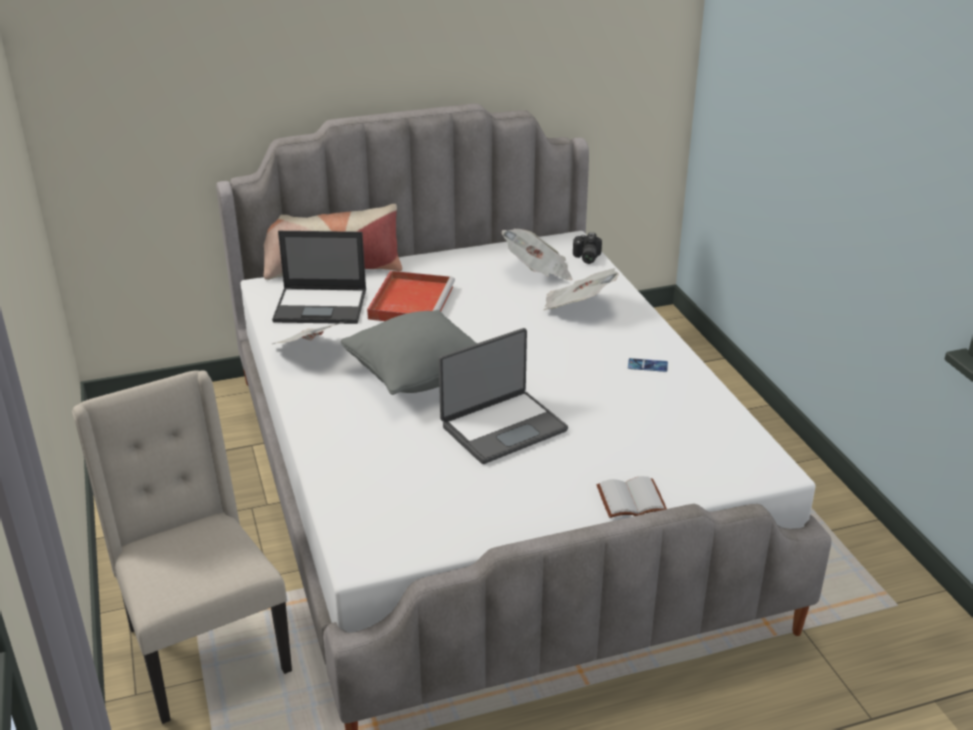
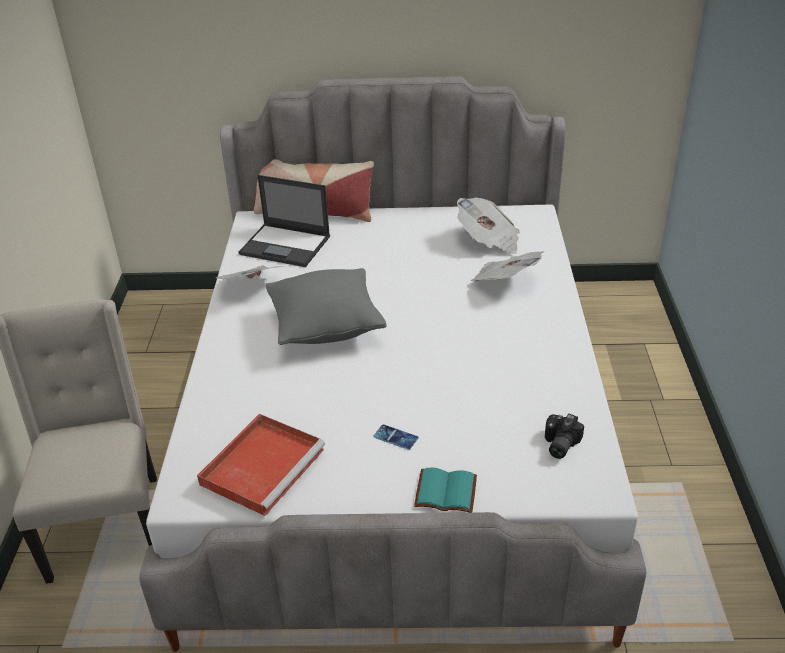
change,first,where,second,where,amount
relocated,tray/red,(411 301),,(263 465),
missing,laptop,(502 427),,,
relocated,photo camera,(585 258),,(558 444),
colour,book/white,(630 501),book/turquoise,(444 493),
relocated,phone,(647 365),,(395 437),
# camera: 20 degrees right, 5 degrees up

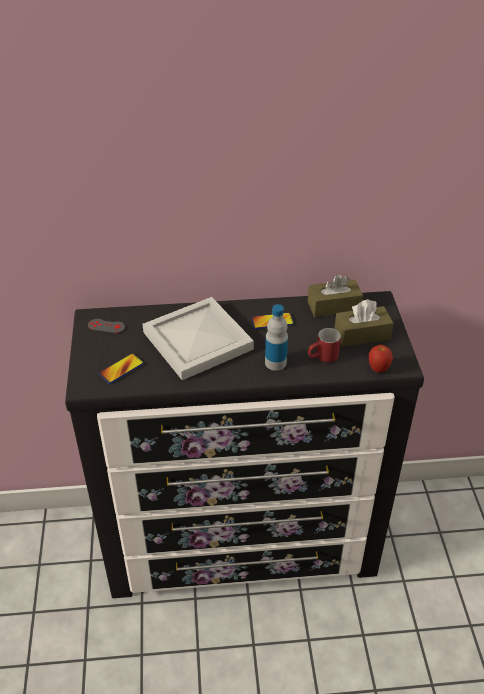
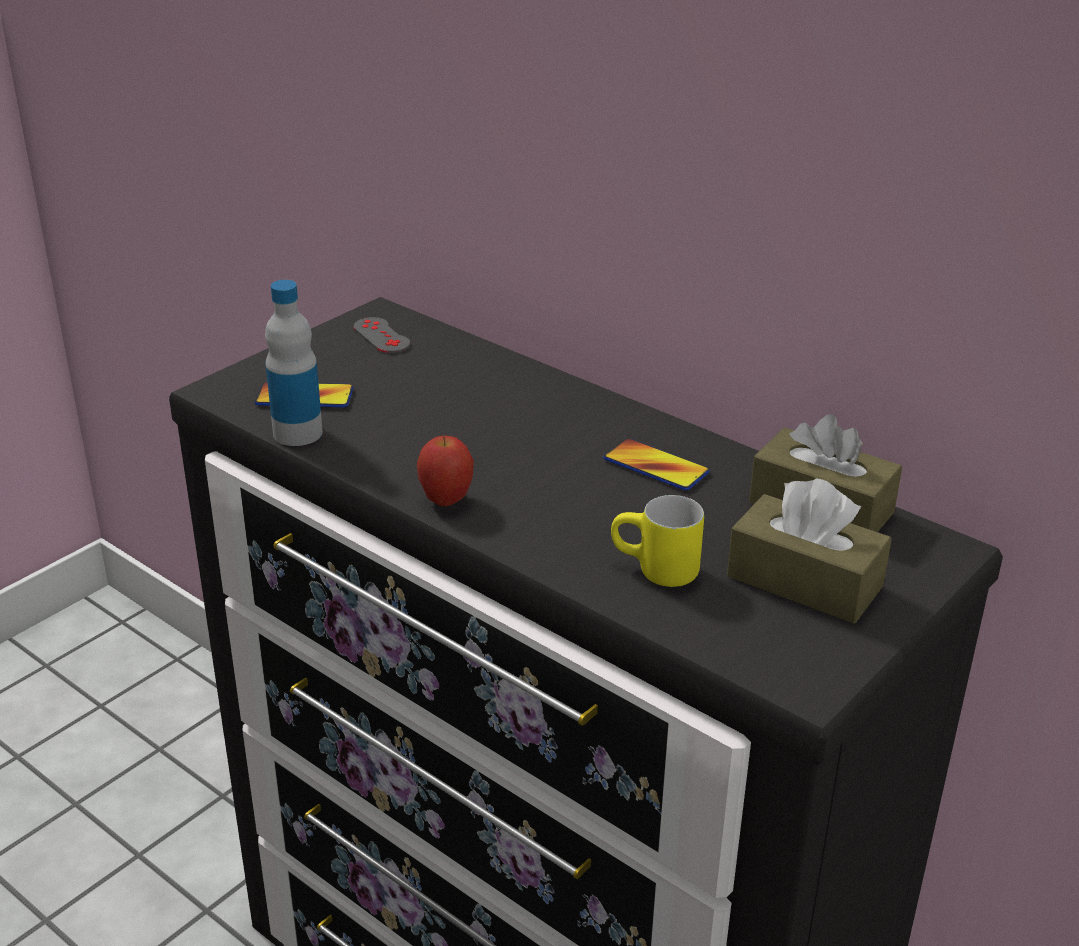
change,first,where,second,where,amount
missing,tray/white,(199 341),,,
relocated,bottle,(275 363),,(297 433),
colour,mug/red,(323 359),mug/yellow,(654 572),
relocated,apple,(378 369),,(446 500),
# camera: 45 degrees right, 10 degrees down

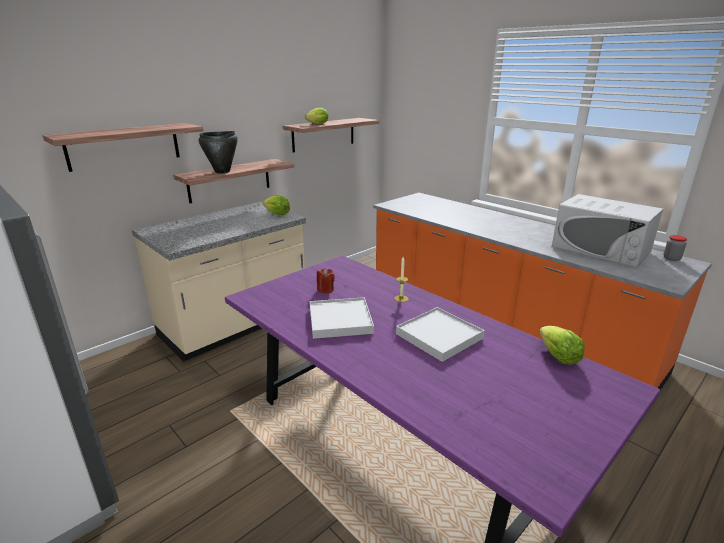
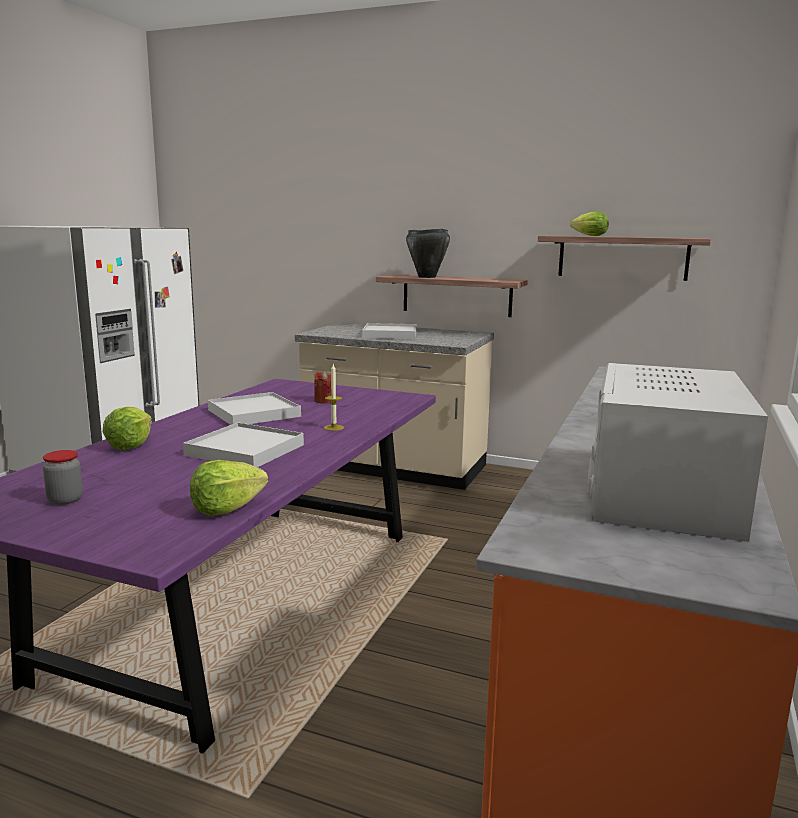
change,first,where,second,where,amount
missing,shelf,(124 146),,,
relocated,lettuce,(277 214),,(130 445),
relocated,jar,(671 258),,(65 500),
appeared,,,tray/white,(390 335),
# camera: 65 degrees right, 10 degrees down

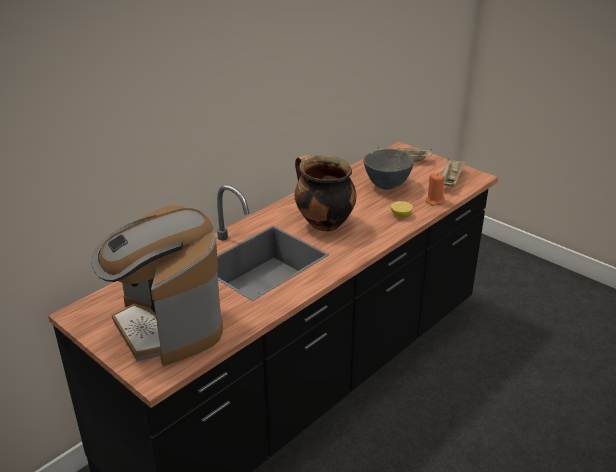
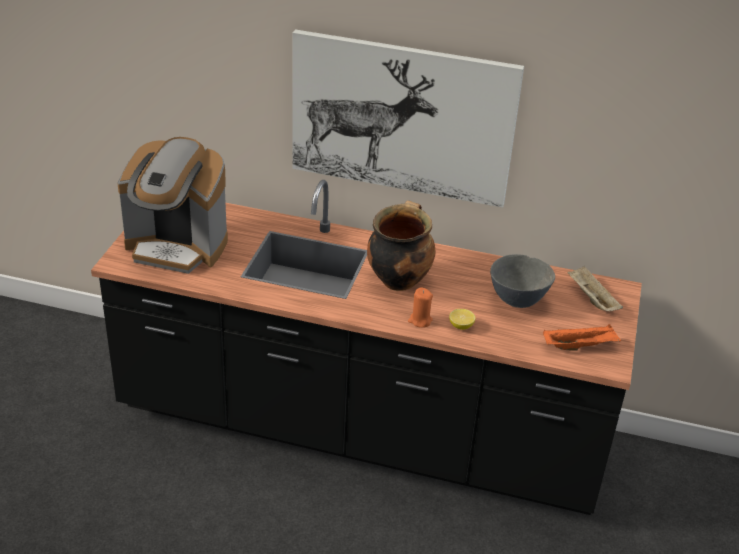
change,first,where,second,where,amount
spun,coffee machine,(167 327),,(177 247),105 degrees counterclockwise
relocated,candle/orange,(434 201),,(420 320),
colour,tray/beige,(451 180),tray/orange,(579 346),
appeared,,,picture,(402 118),
# camera: 60 degrees right, 5 degrees up

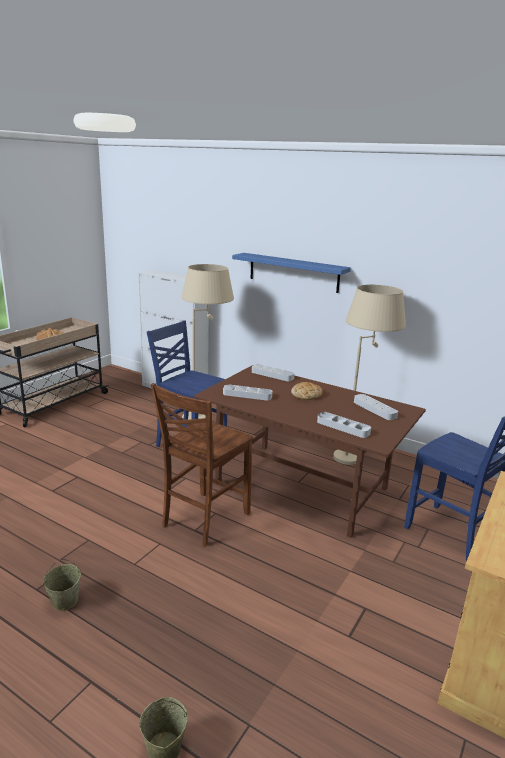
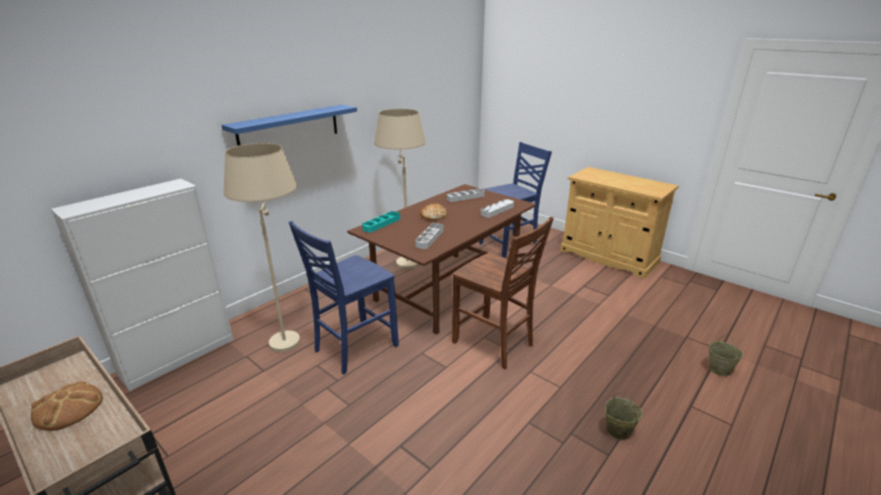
change,first,where,second,where,amount
colour,tray/grey,(272 375),tray/turquoise,(381 224),
# camera: 80 degrees left, 5 degrees up

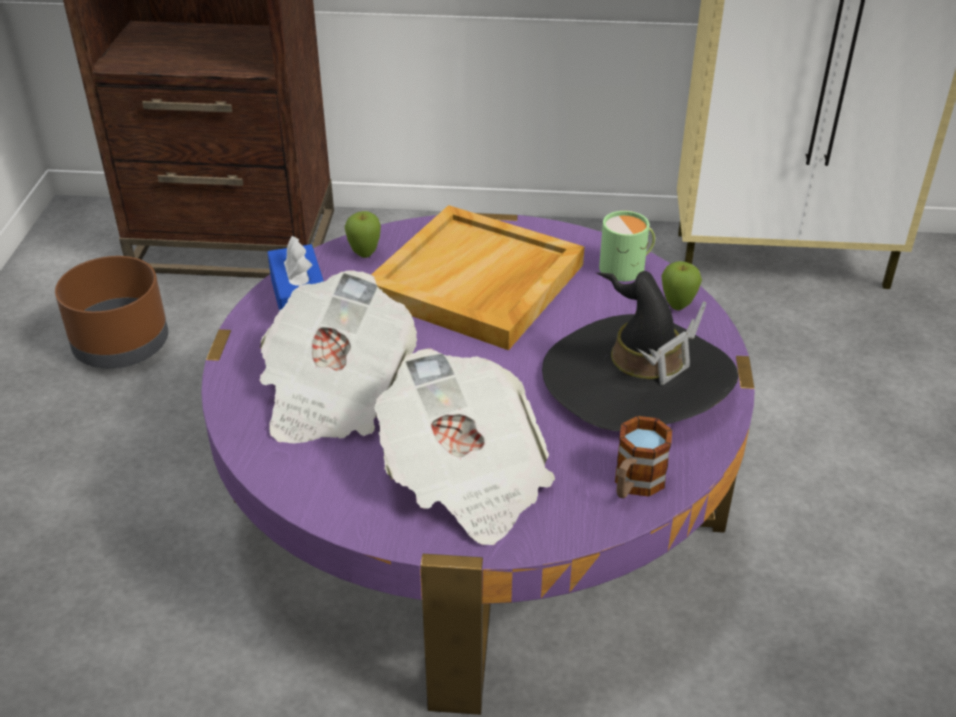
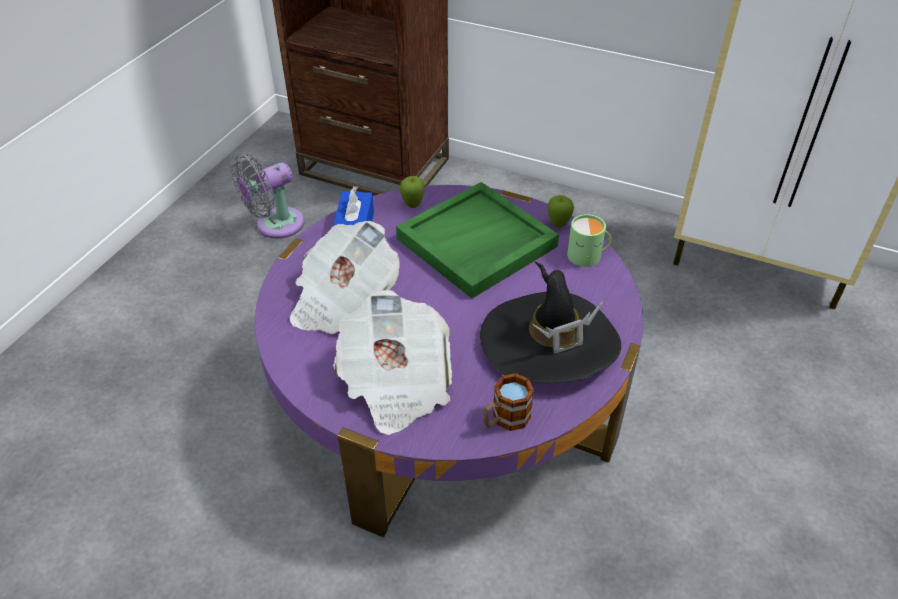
change,first,where,second,where,amount
exchanged,planter/brown,(123 345),fan/grey,(275 225),
colour,tray/beige,(477 283),tray/green,(476 243),
relocated,apple,(677 306),,(558 225),
# camera: 20 degrees right, 5 degrees up

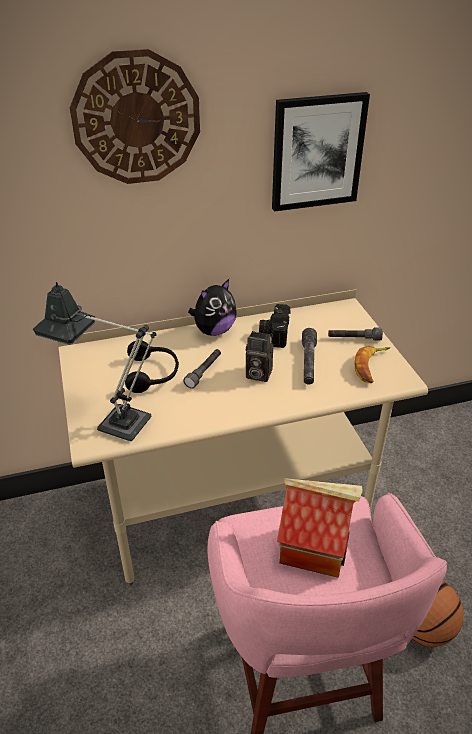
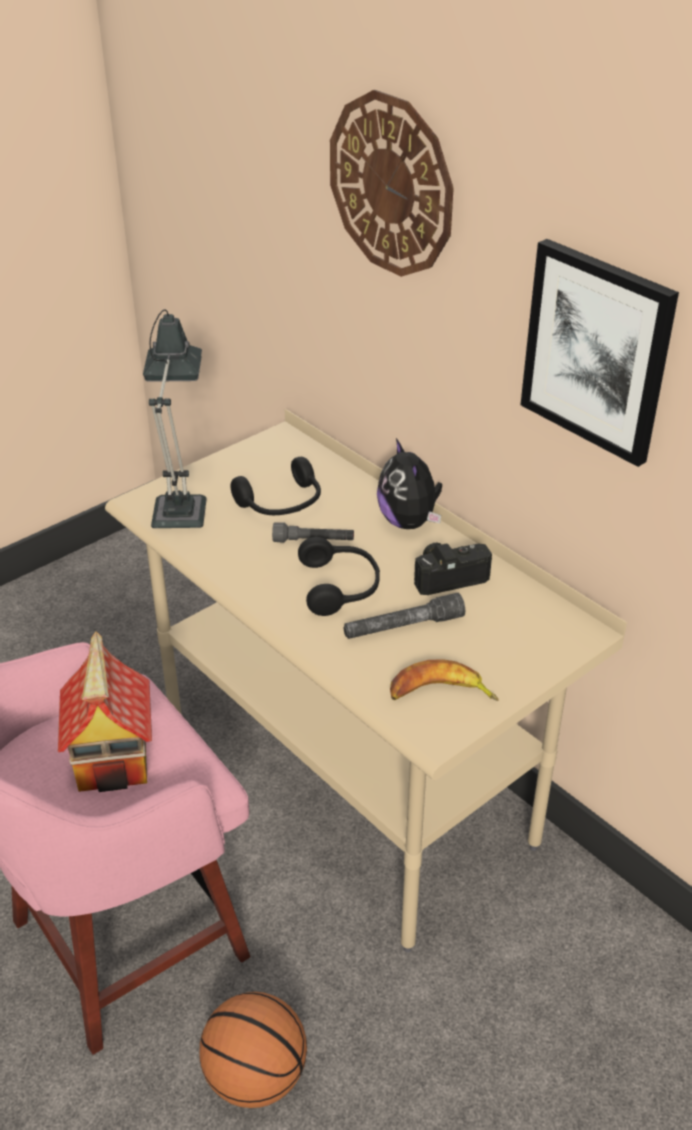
change,first,where,second,where,amount
spun,plush toy,(214 331),,(409 522),45 degrees clockwise
exchanged,photo camera,(257 374),headphones/black,(341 587),
missing,flashlight/grey,(354 339),,,
# camera: 65 degrees right, 0 degrees up

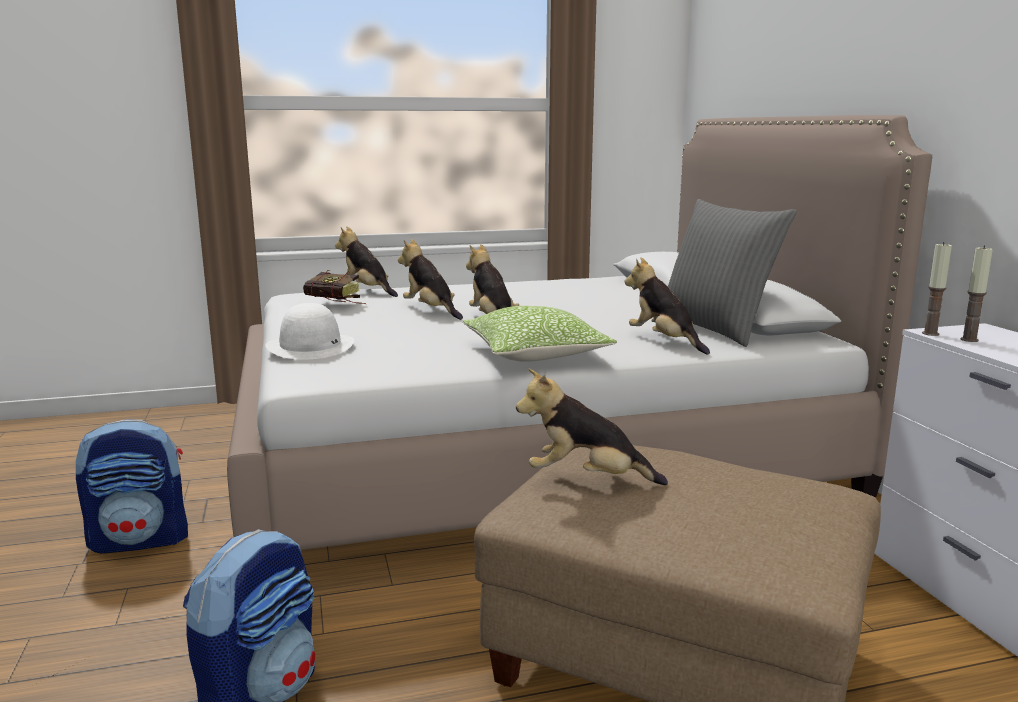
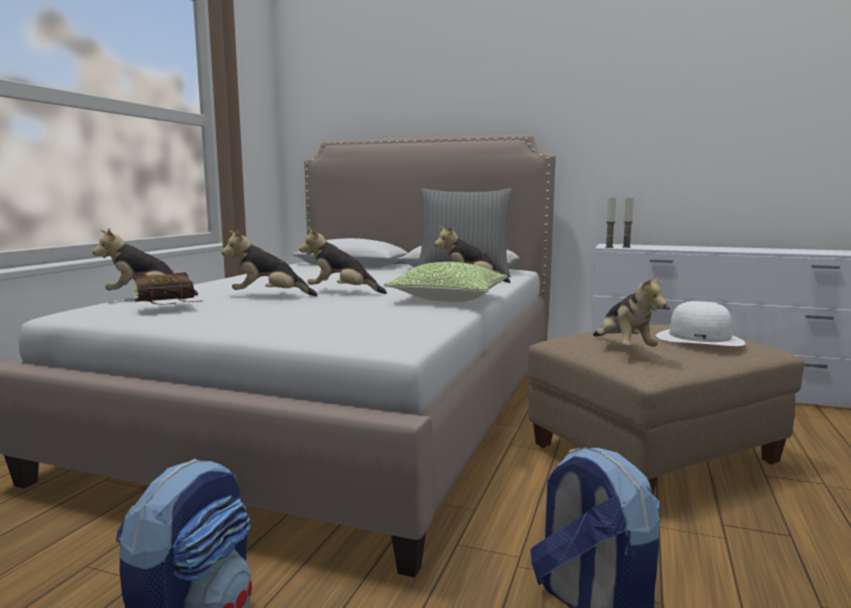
change,first,where,second,where,amount
relocated,hat/white,(310 347),,(699 339),
spun,plush toy,(586 479),,(623 348),60 degrees counterclockwise
# camera: 55 degrees left, 5 degrees down

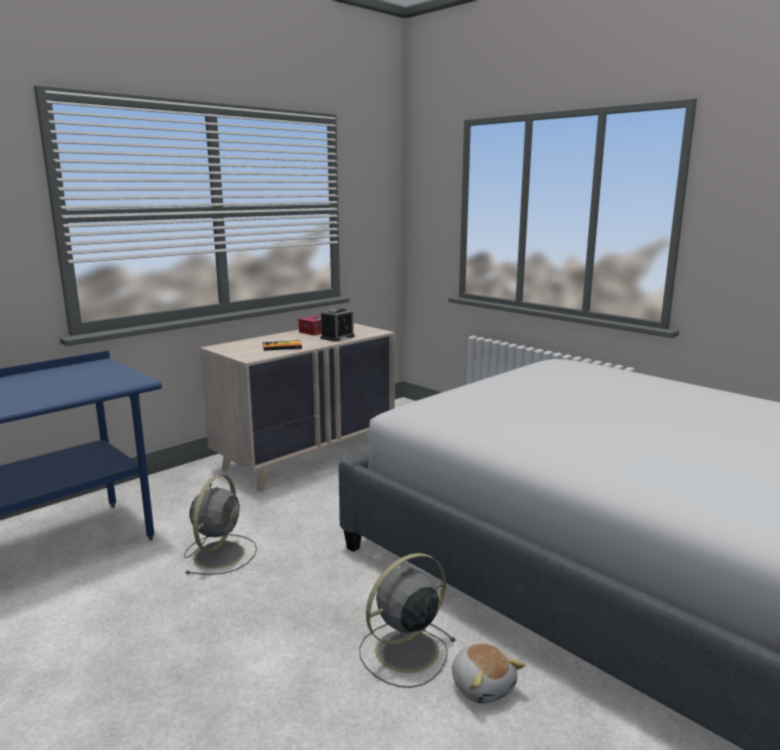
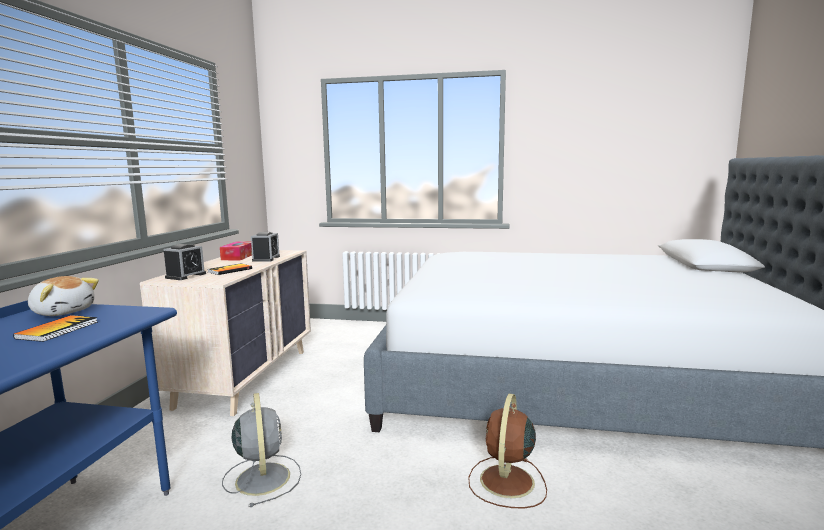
change,first,where,second,where,amount
colour,fan/grey,(404 652),fan/brown,(506 482),
relocated,plush toy,(483 685),,(63 312),
appeared,,,book,(57 330),
appeared,,,alarm clock,(186 276),
# camera: 35 degrees left, 5 degrees down

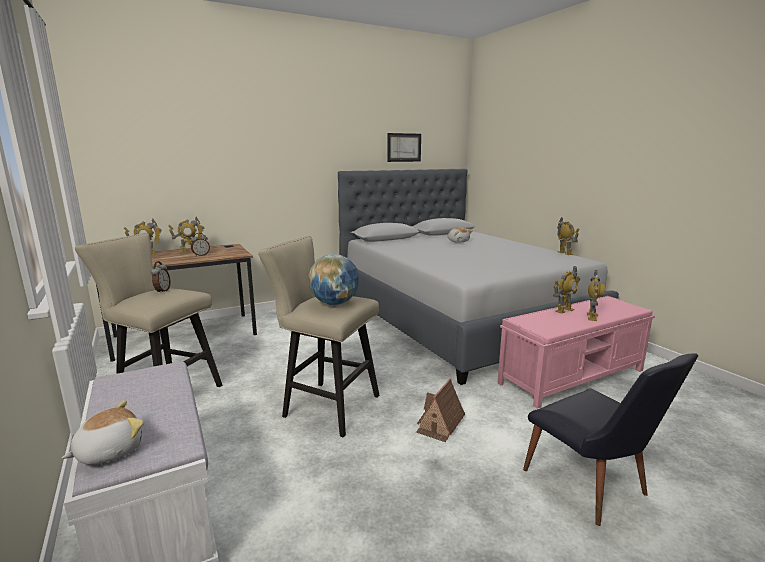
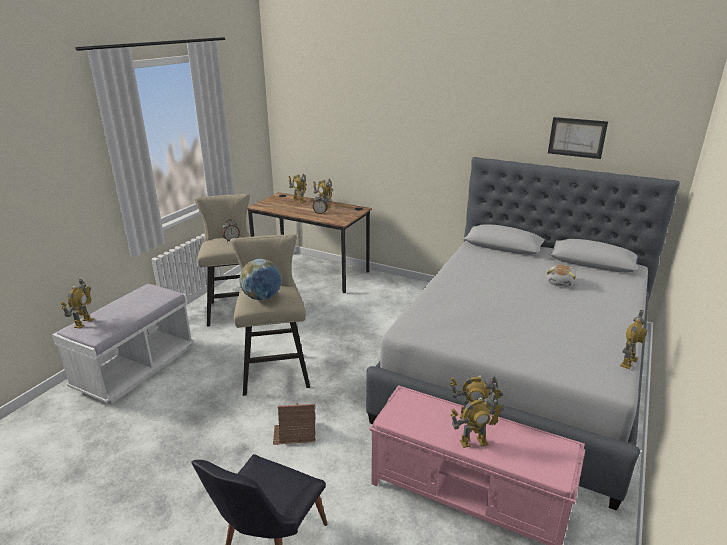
change,first,where,second,where,amount
exchanged,plush toy,(109 451),toy robot,(83 323),
# camera: 55 degrees right, 10 degrees up

